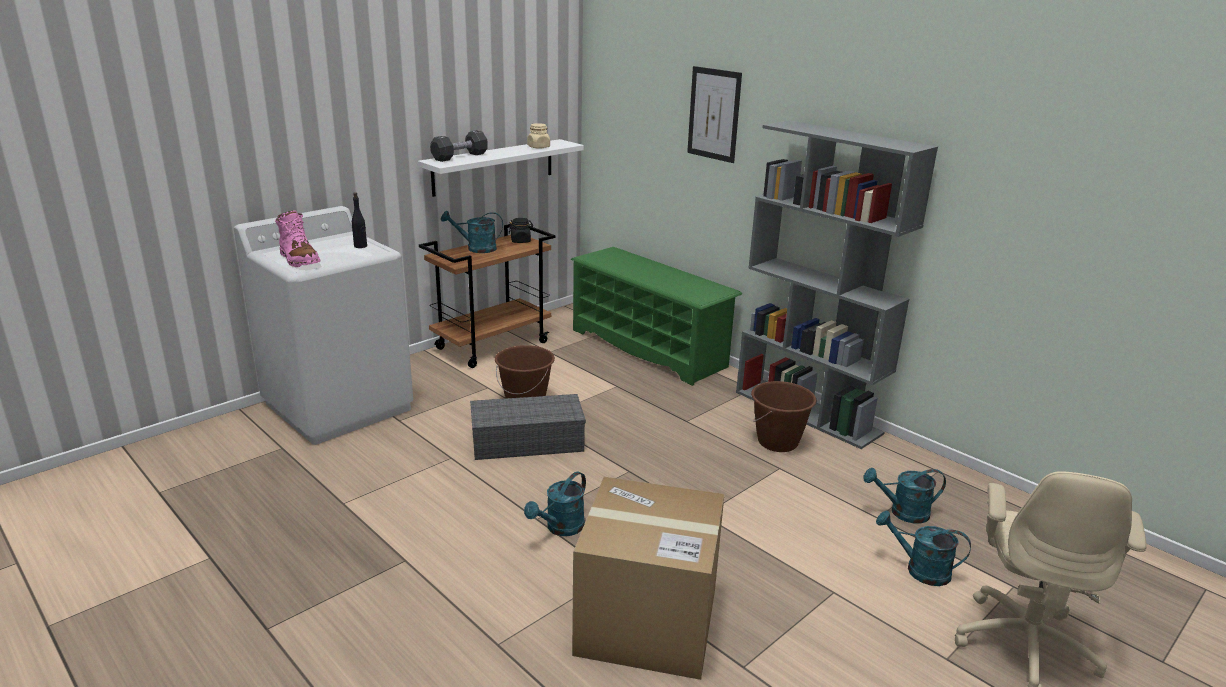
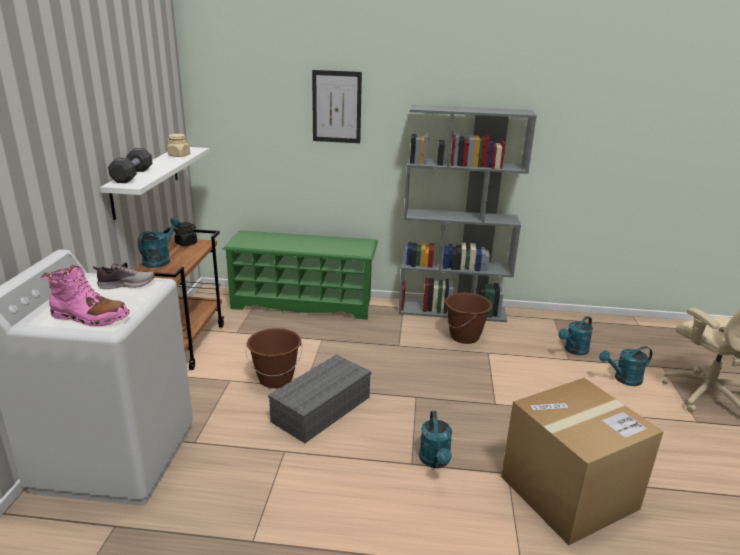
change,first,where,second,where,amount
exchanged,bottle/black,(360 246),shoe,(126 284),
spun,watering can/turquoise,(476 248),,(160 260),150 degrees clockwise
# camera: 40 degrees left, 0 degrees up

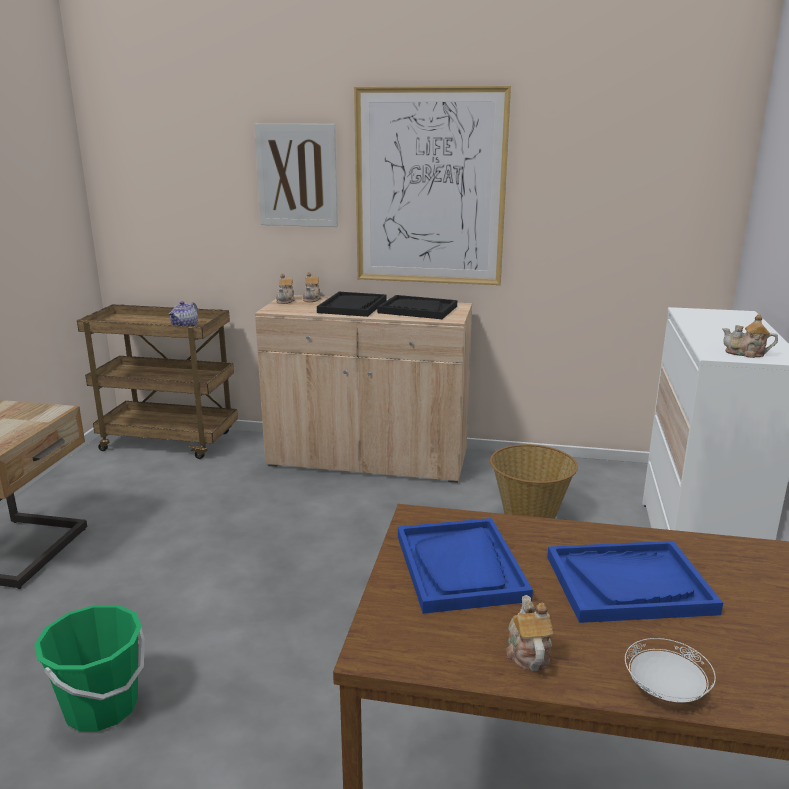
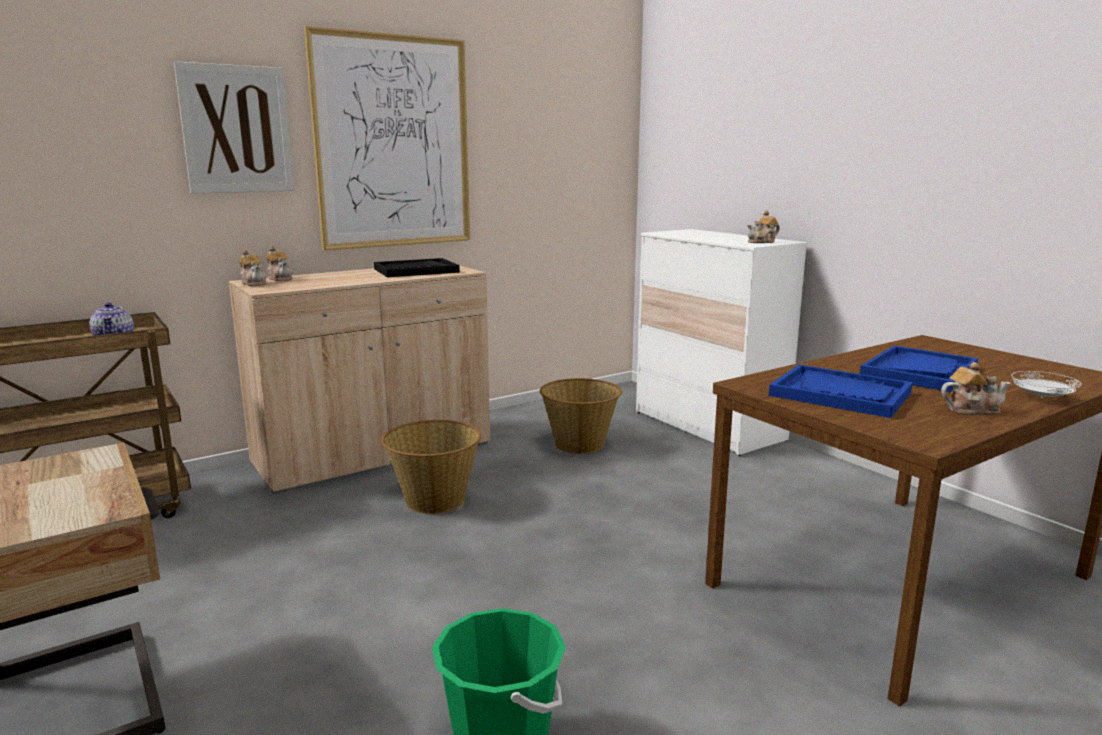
change,first,where,second,where,amount
missing,tray/black,(352 306),,,
spun,teapot,(527 652),,(971 410),135 degrees clockwise
appeared,,,basket,(434 500),
# camera: 45 degrees left, 5 degrees down

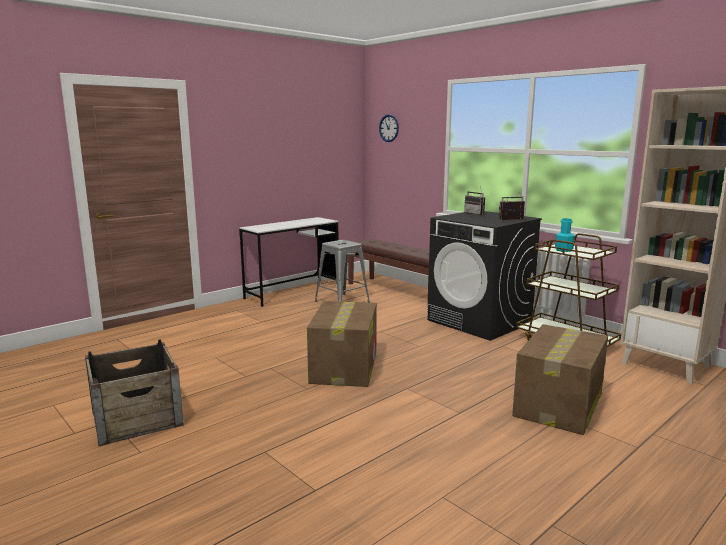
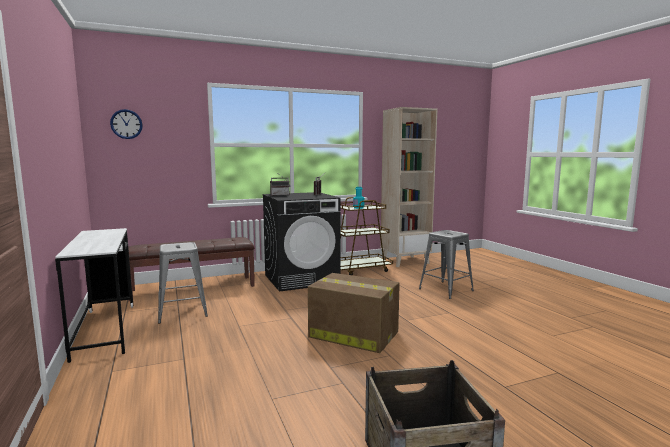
change,first,where,second,where,amount
exchanged,cardboard box,(558 405),stool/grey,(446 290),
# camera: 70 degrees left, 5 degrees down

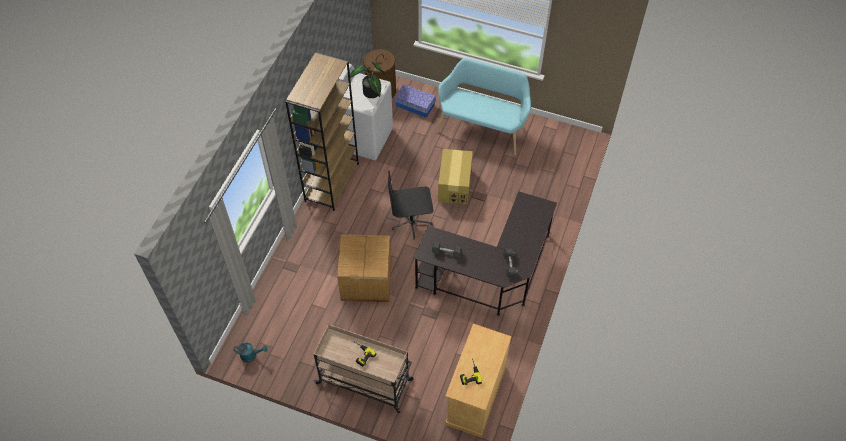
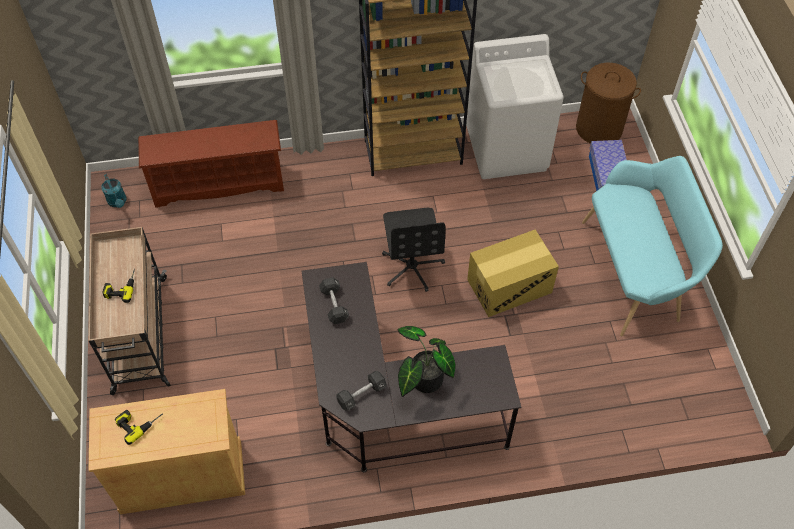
change,first,where,second,where,amount
missing,cardboard box,(365 281),,,
relocated,potted plant,(371 94),,(423 380),
spun,office chair/black,(411 222),,(412 266),150 degrees counterclockwise
appeared,,,shoe rack/brown,(219 184),
# camera: 60 degrees right, 0 degrees up

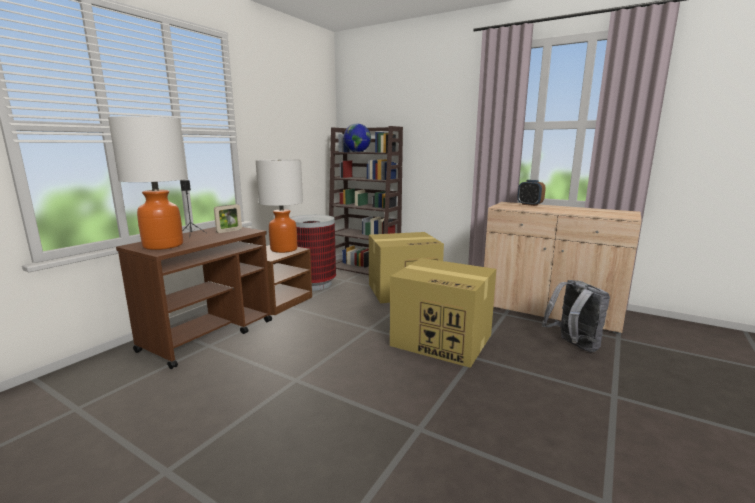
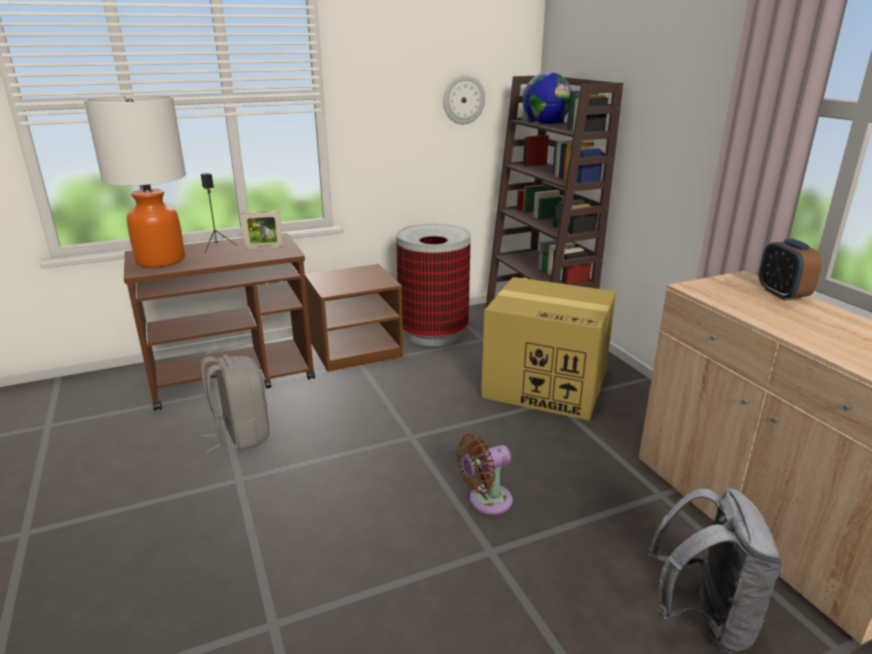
change,first,where,second,where,amount
missing,table lamp,(284 249),,,
exchanged,cardboard box,(443 340),fan/brown,(486 501),
appeared,,,backpack/grey,(240 436),
appeared,,,wall clock,(463 100),
# camera: 35 degrees right, 10 degrees up

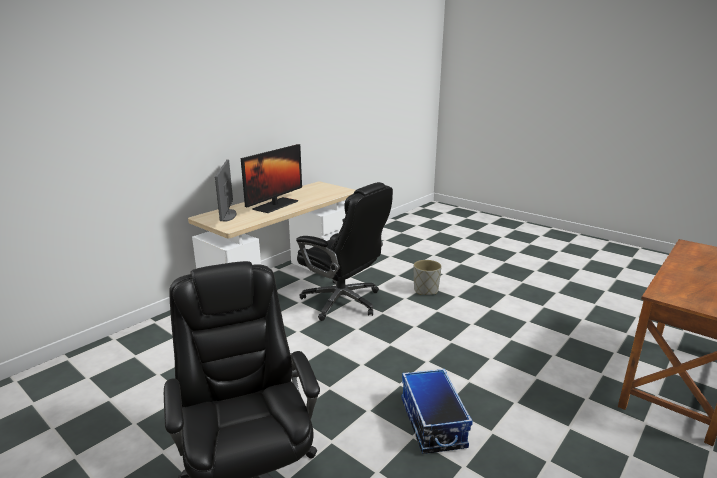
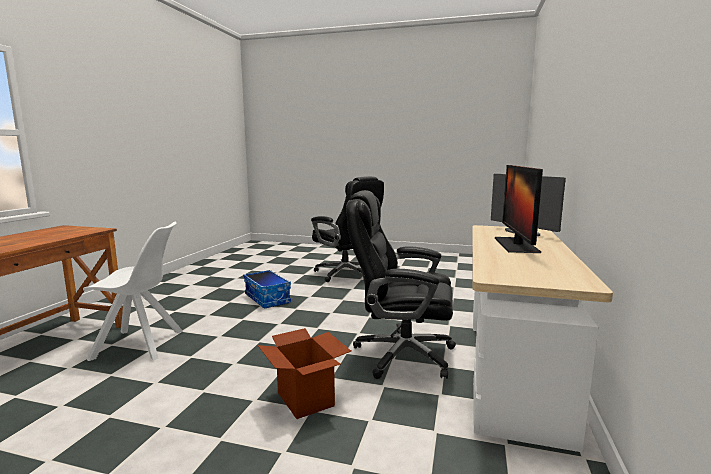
change,first,where,second,where,amount
exchanged,planter/grey,(426 290),cardboard box,(305 399),
appeared,,,chair/white,(141 345),
# camera: 155 degrees right, 10 degrees down

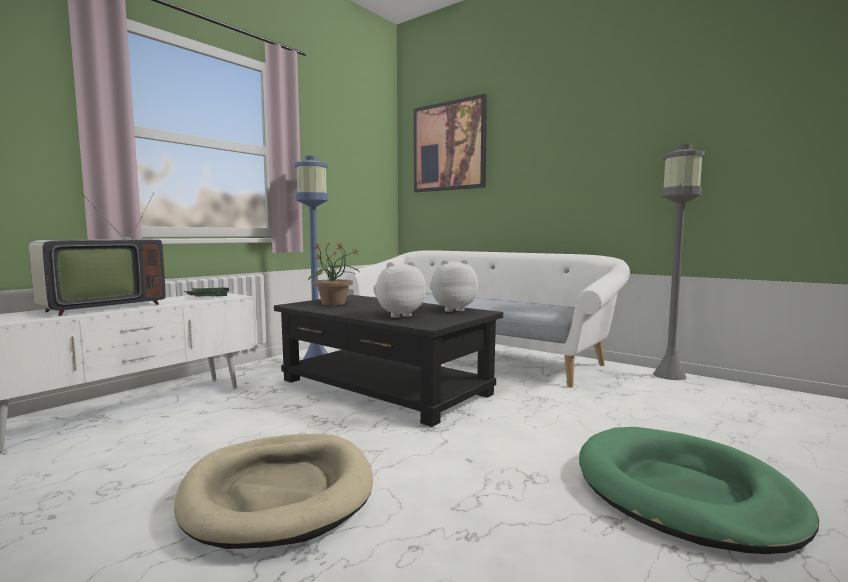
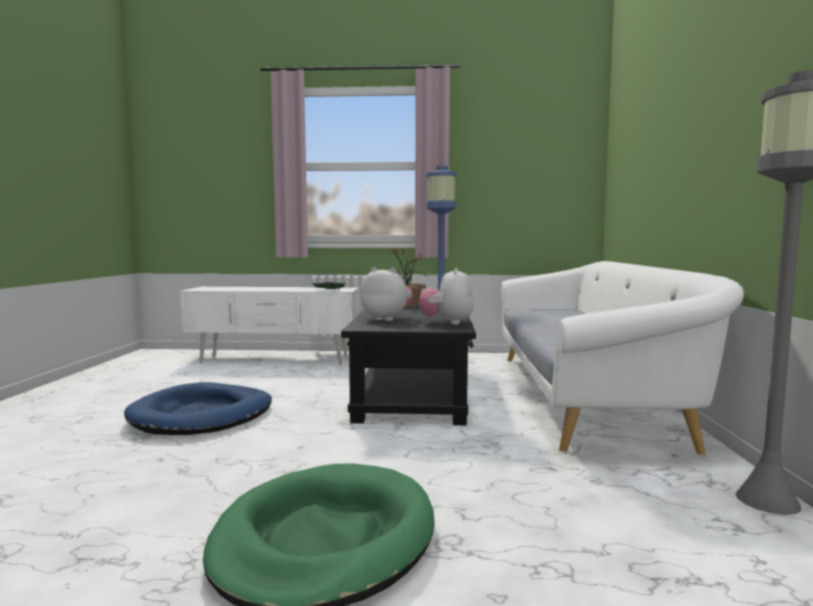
change,first,where,second,where,amount
missing,television,(100 307),,,
colour,dog bed/beige,(279 492),dog bed/blue,(203 415),
missing,picture,(449 146),,,
spun,plush toy,(452 309),,(447 323),120 degrees counterclockwise
# camera: 55 degrees right, 0 degrees up

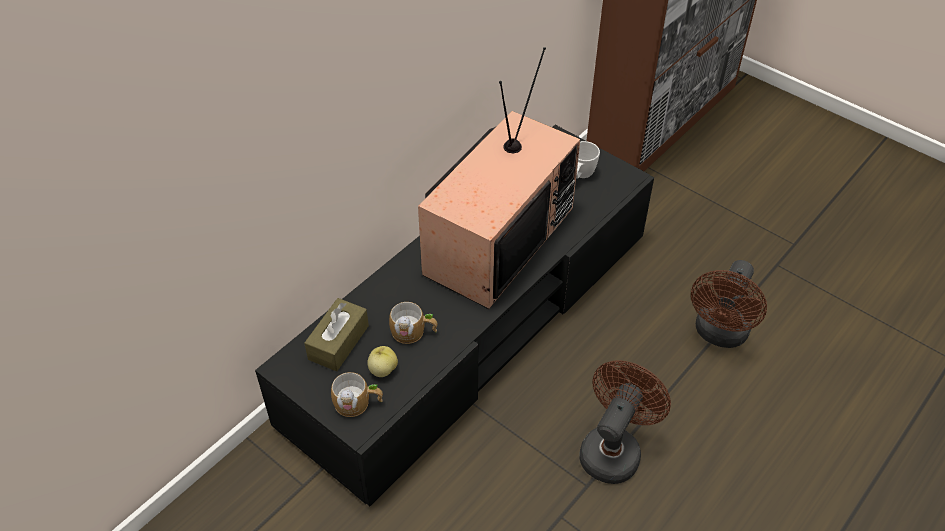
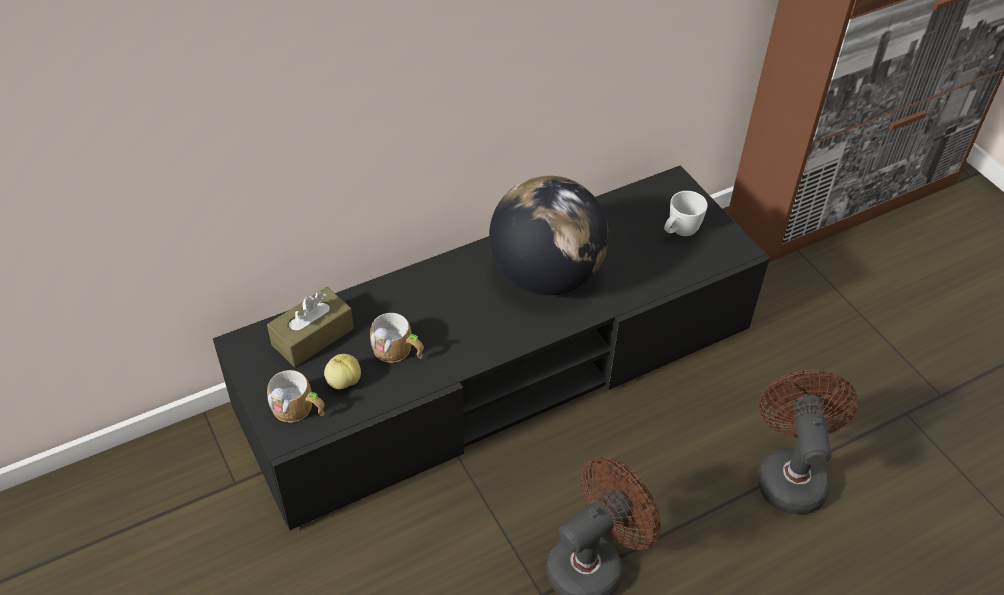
change,first,where,second,where,amount
exchanged,television,(497 238),globe,(546 275),
spun,fan/brown,(719 334),,(789 474),135 degrees clockwise
# camera: 20 degrees right, 0 degrees up

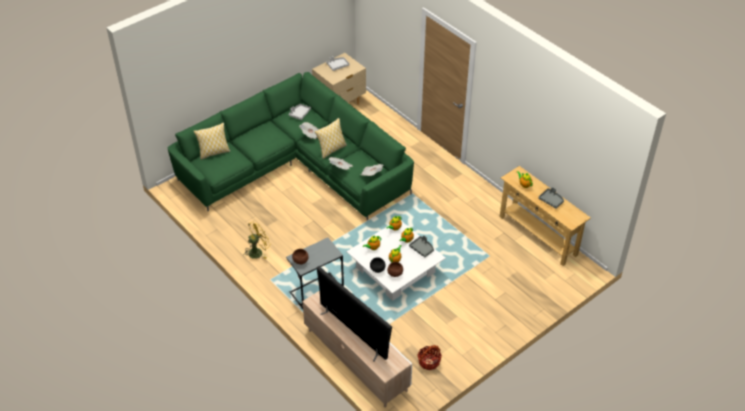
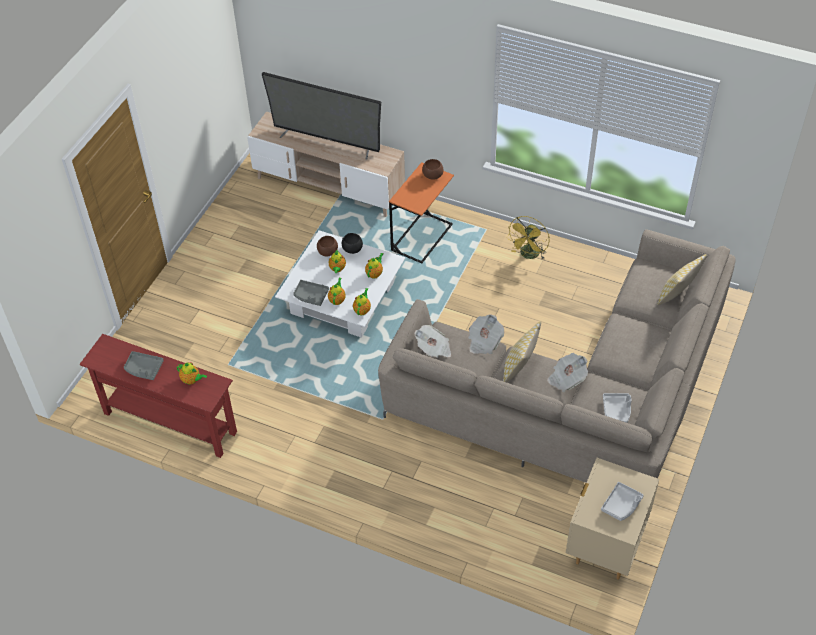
change,first,where,second,where,amount
colour,sofa/green,(296 167),sofa/beige,(578 393),
colour,side table/grey,(316 291),side table/orange,(422 237),
missing,basket,(429 362),,,
colour,console table/beige,(538 235),console table/red,(169 423),
# camera: 155 degrees right, 5 degrees up

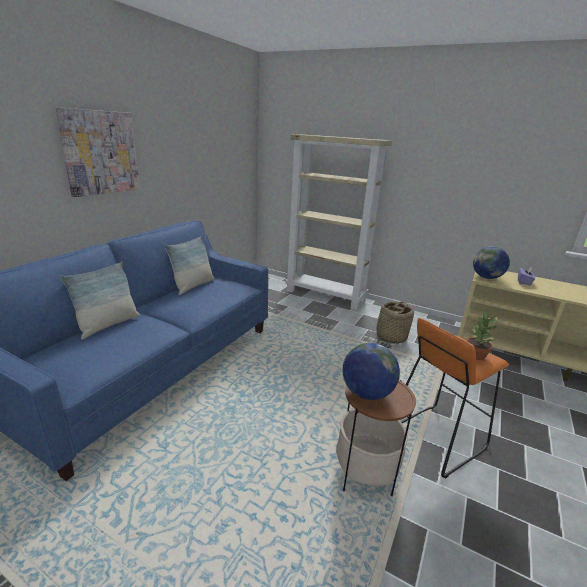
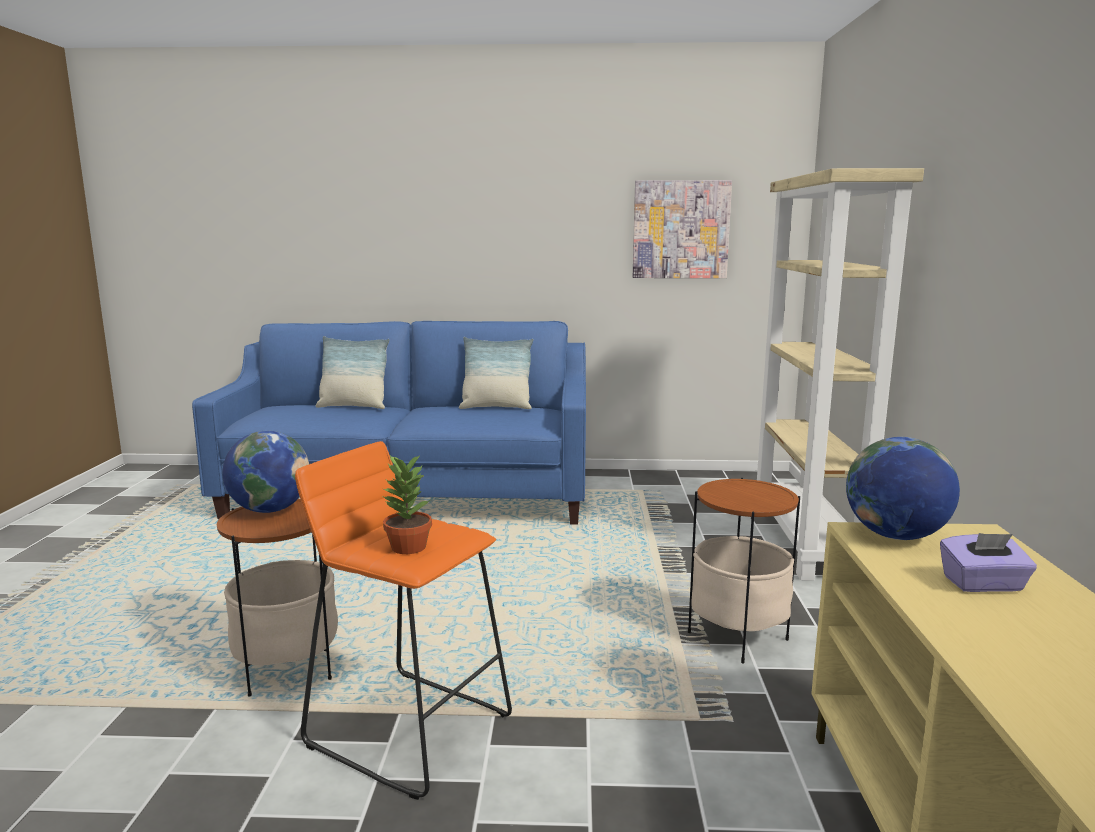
change,first,where,second,where,amount
relocated,picture,(101 152),,(680 230),
exchanged,basket,(391 337),side table,(737 636),
# camera: 65 degrees right, 10 degrees down

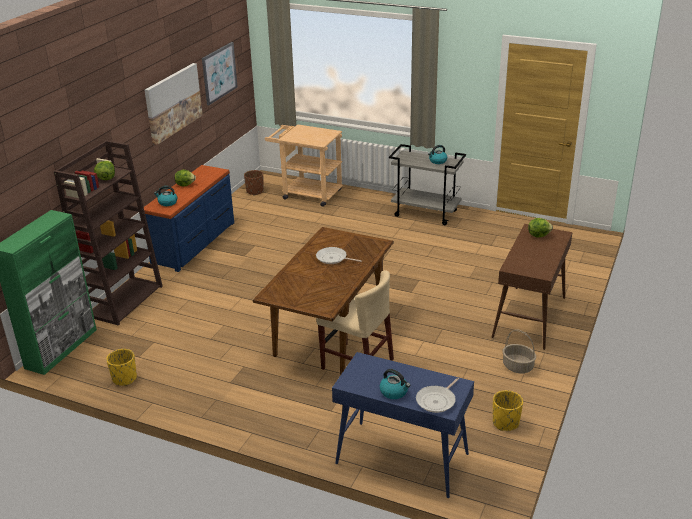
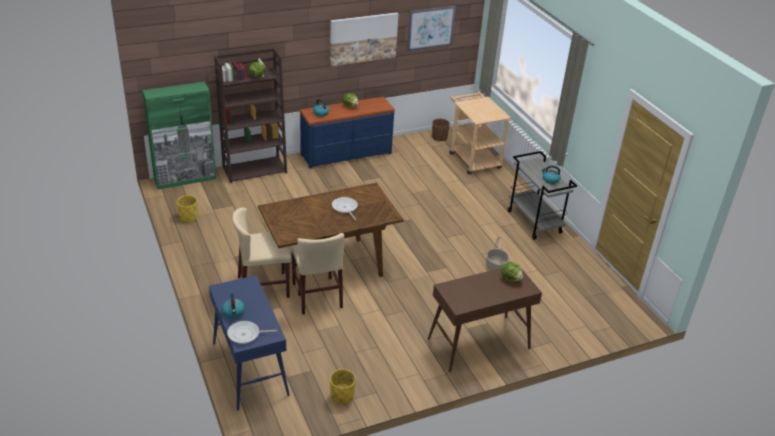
change,first,where,second,where,amount
relocated,basket,(518 366),,(496 266),
appeared,,,chair/beige,(263 287),
# camera: 40 degrees right, 5 degrees up

